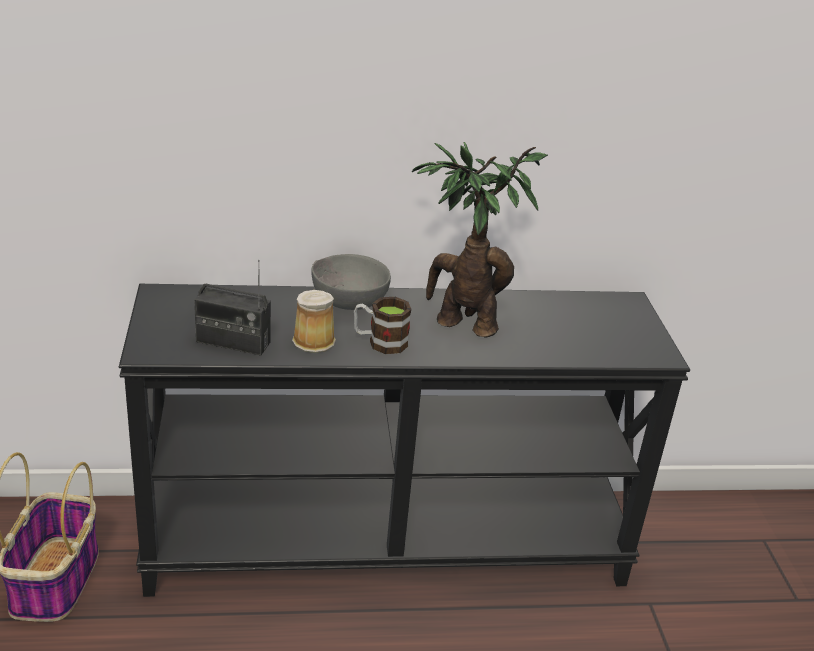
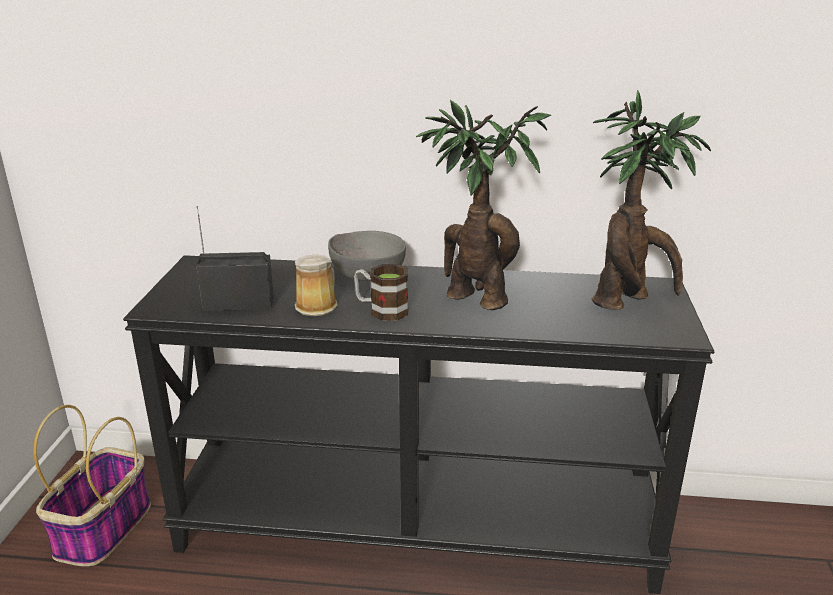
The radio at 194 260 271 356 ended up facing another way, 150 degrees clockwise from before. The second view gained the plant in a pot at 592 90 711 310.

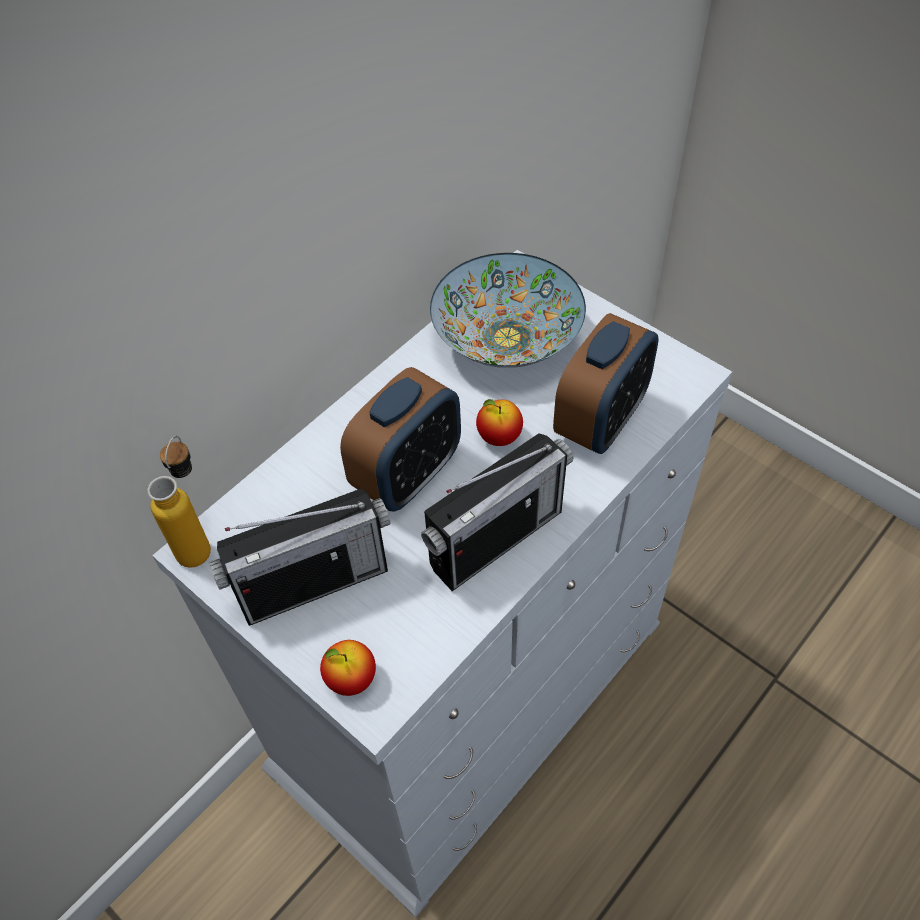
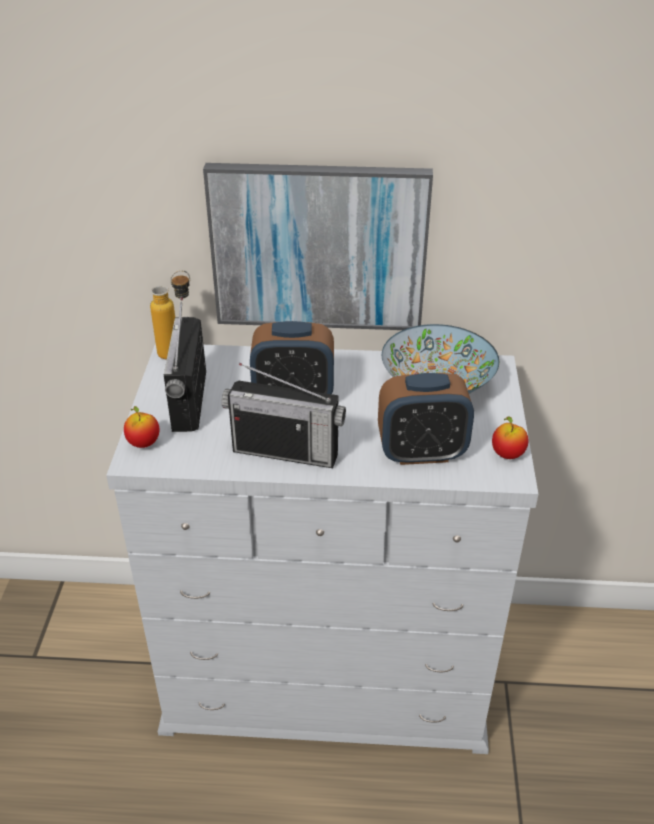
The apple ended up elsewhere, having gone from 476 399 523 446 to 492 416 528 459. The radio at 209 488 390 626 ended up facing another way, 60 degrees clockwise from before. The second view gained the picture at 203 163 433 330.

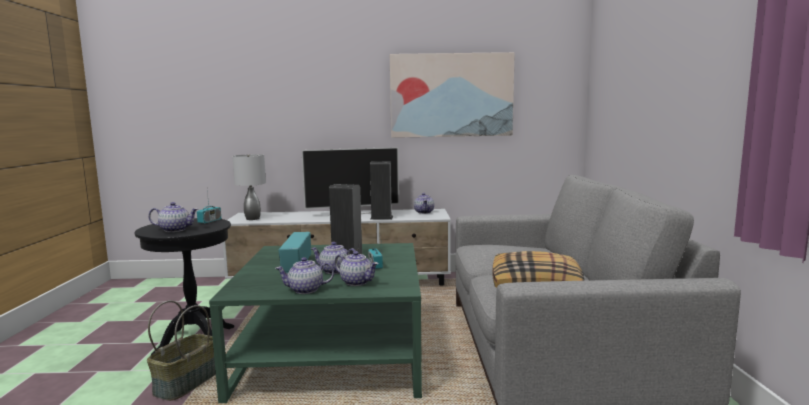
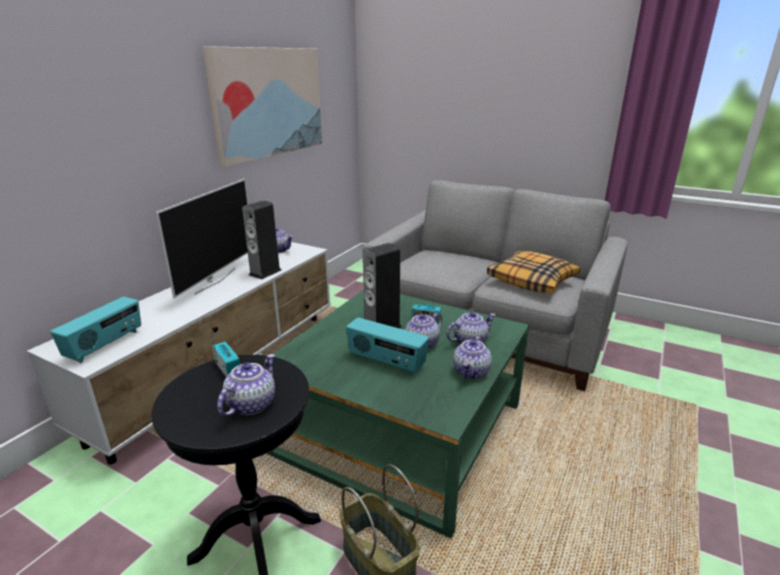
Where the table lamp (grey) stood at 232 154 266 220, the radio came to stand at 50 297 141 363.

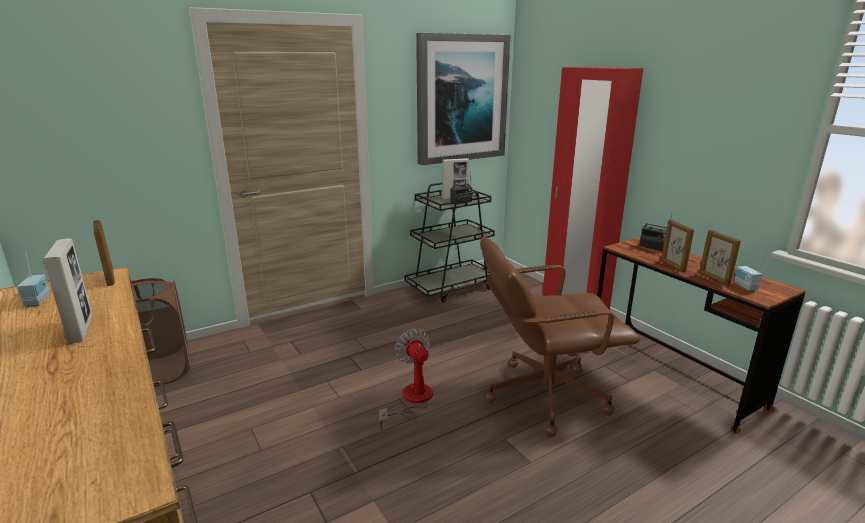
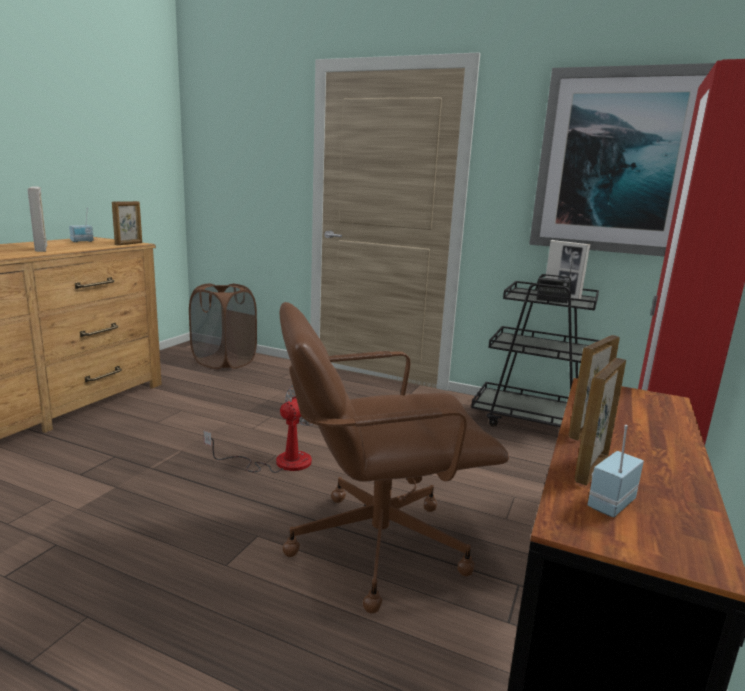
The second view lost the radio at 639 214 672 251. The computer chair (brownish) at 480 237 640 437 ended up facing another way, 60 degrees counterclockwise from before. The photo frame at 42 238 93 344 ended up facing another way, 120 degrees clockwise from before.

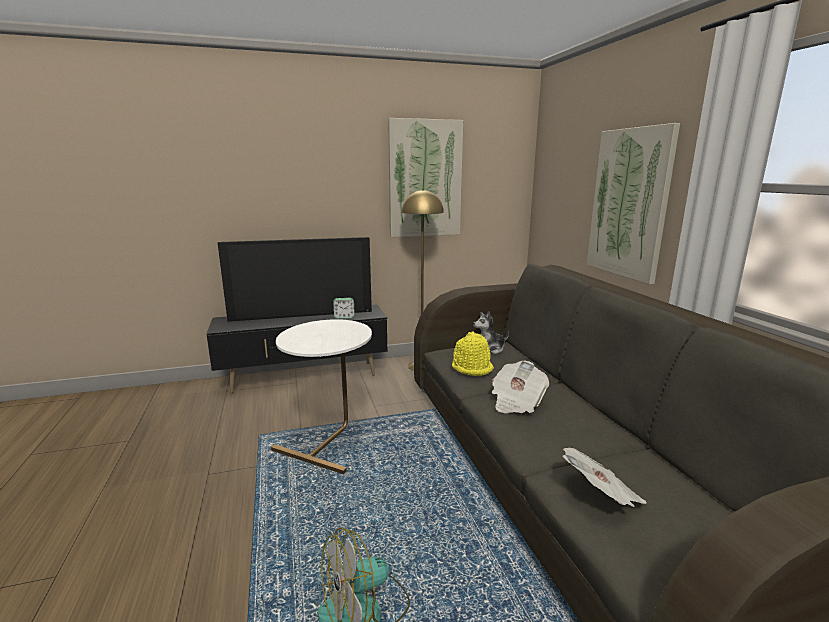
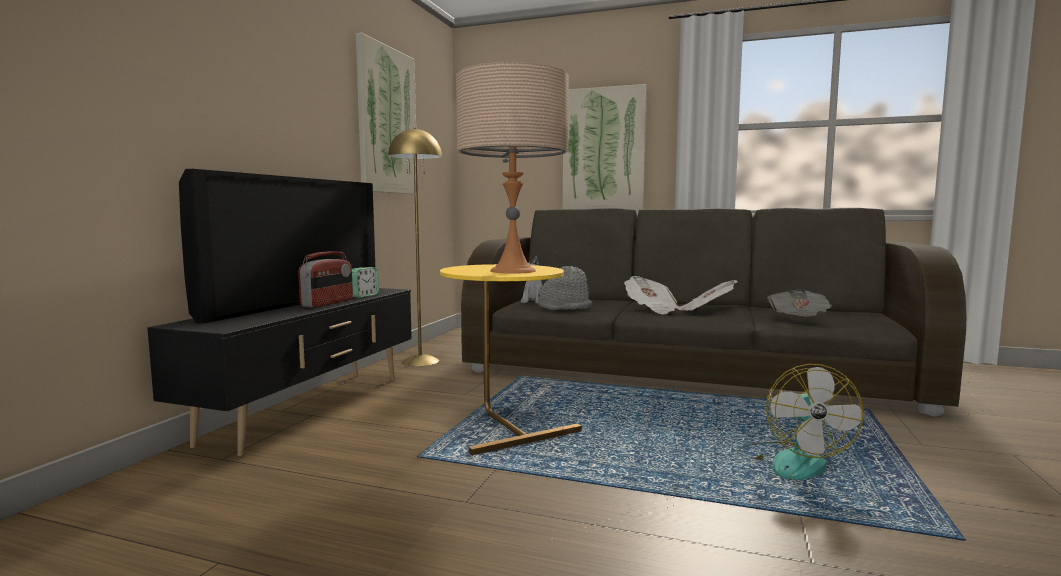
What was the accent table (whitish) at 271 319 372 474 turned into the accent table (yellow-coloured) at 440 264 582 455. What was the hat (yellow-coloured) at 452 331 494 376 turned into the hat (grey) at 538 266 592 310. The second view gained the table lamp (sand-coloured) at 456 62 569 274. The second view gained the radio at 298 251 353 308. The second view gained the printed paper at 679 280 738 311.

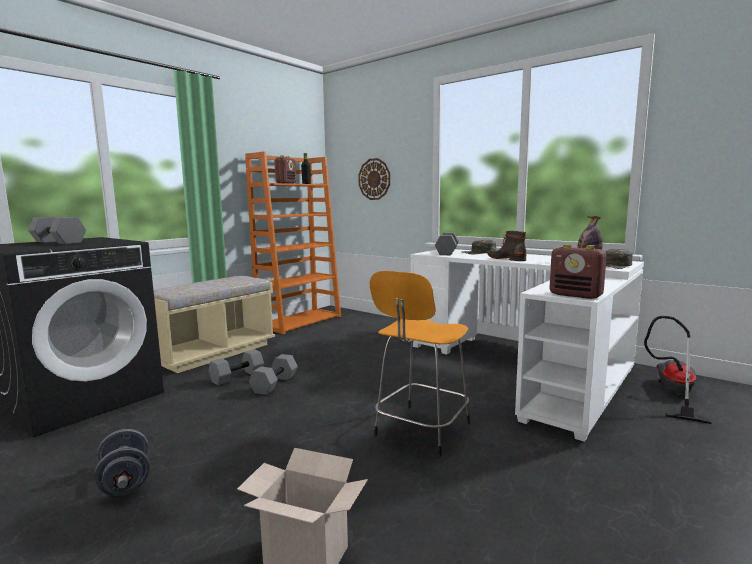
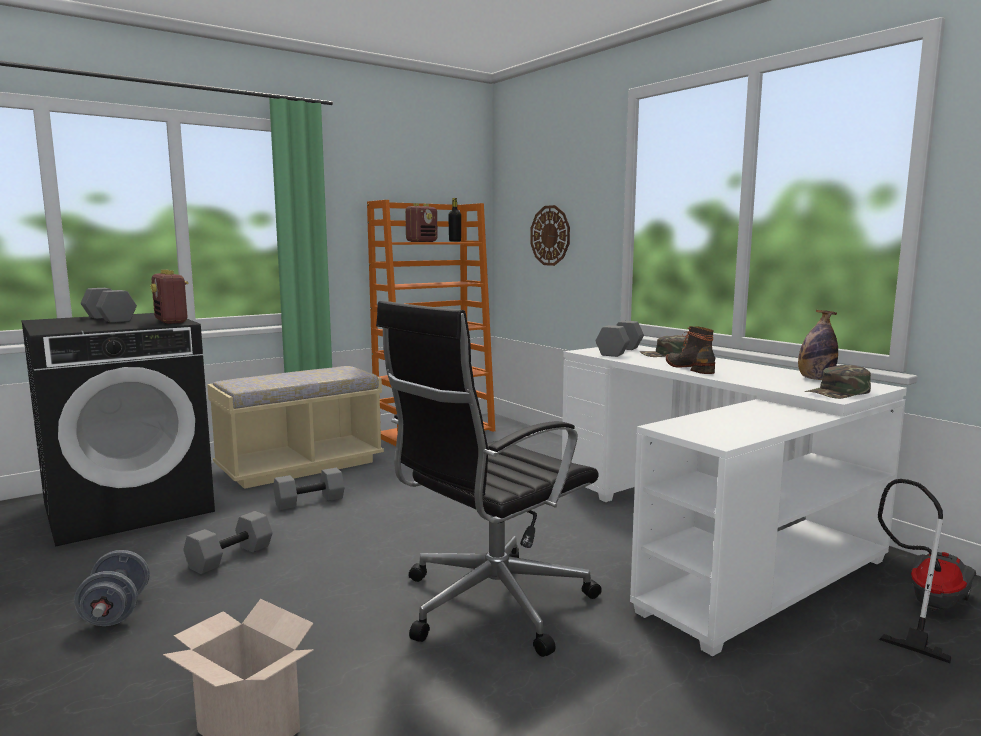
The radio ended up elsewhere, having gone from 549 244 607 299 to 150 270 188 324. Where the stool (orange-coloured) stood at 370 271 470 456, the computer chair (blackish) came to stand at 376 301 602 657. The hand weight (grey) ended up elsewhere, having gone from 249 354 298 395 to 183 511 273 574.

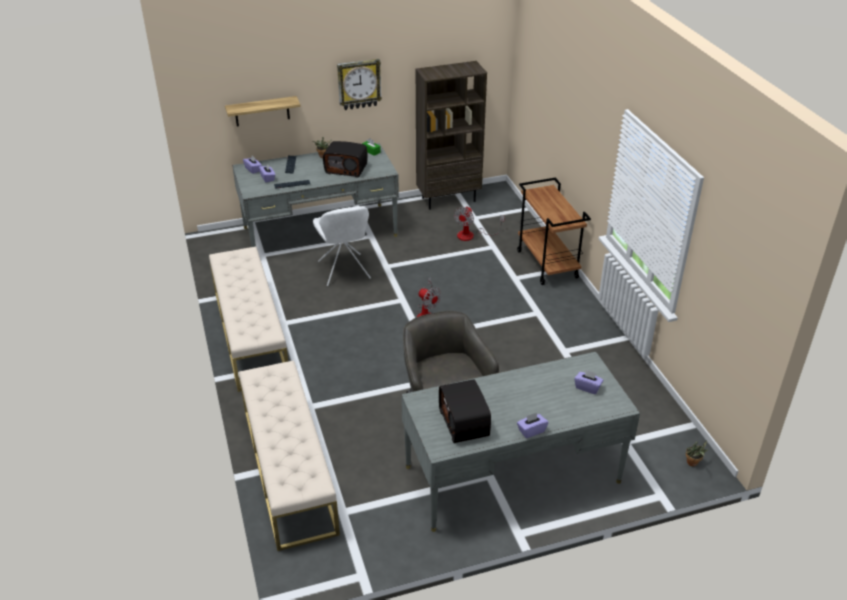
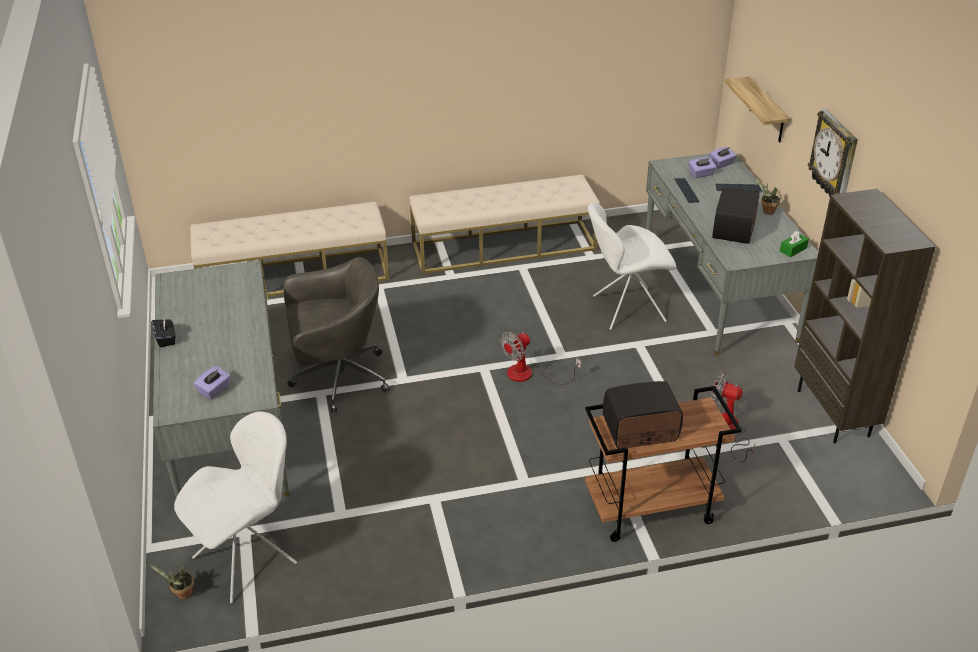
The radio ended up elsewhere, having gone from 439 379 491 443 to 603 381 683 449. What was the tissue box (purplish) at 517 413 548 438 turned into the tissue box (blackish) at 152 317 175 348. The second view gained the chair (whitish) at 174 411 297 603.

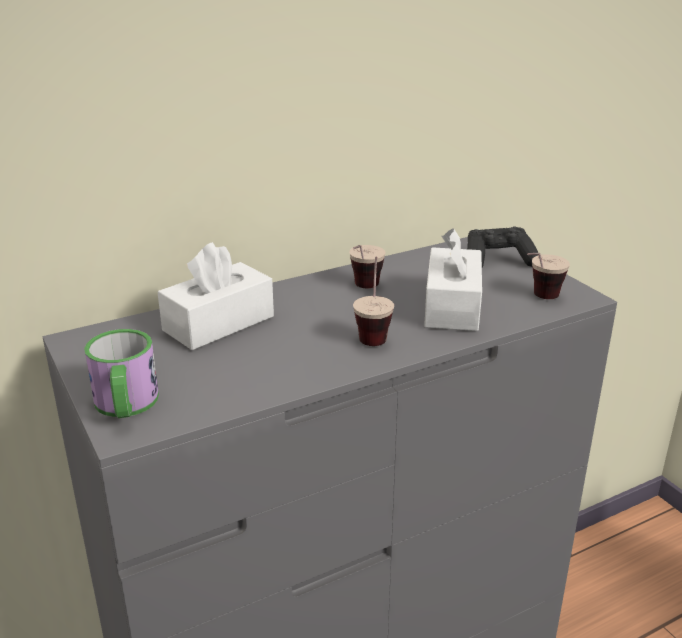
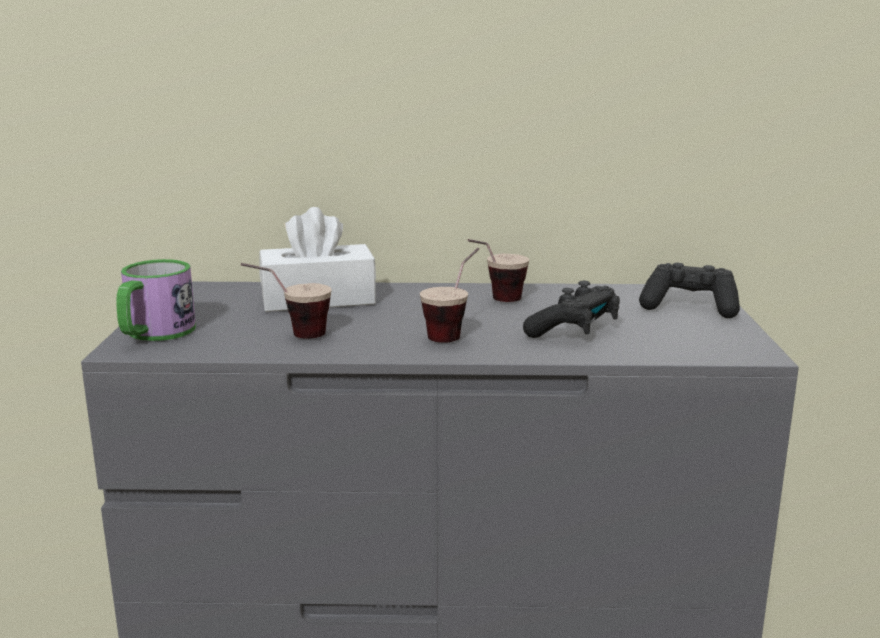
Where the tissue box (whitish) stood at 424 228 482 331, the game controller (blackish) came to stand at 523 281 620 338. The cup ended up elsewhere, having gone from 527 252 570 299 to 241 263 332 339.

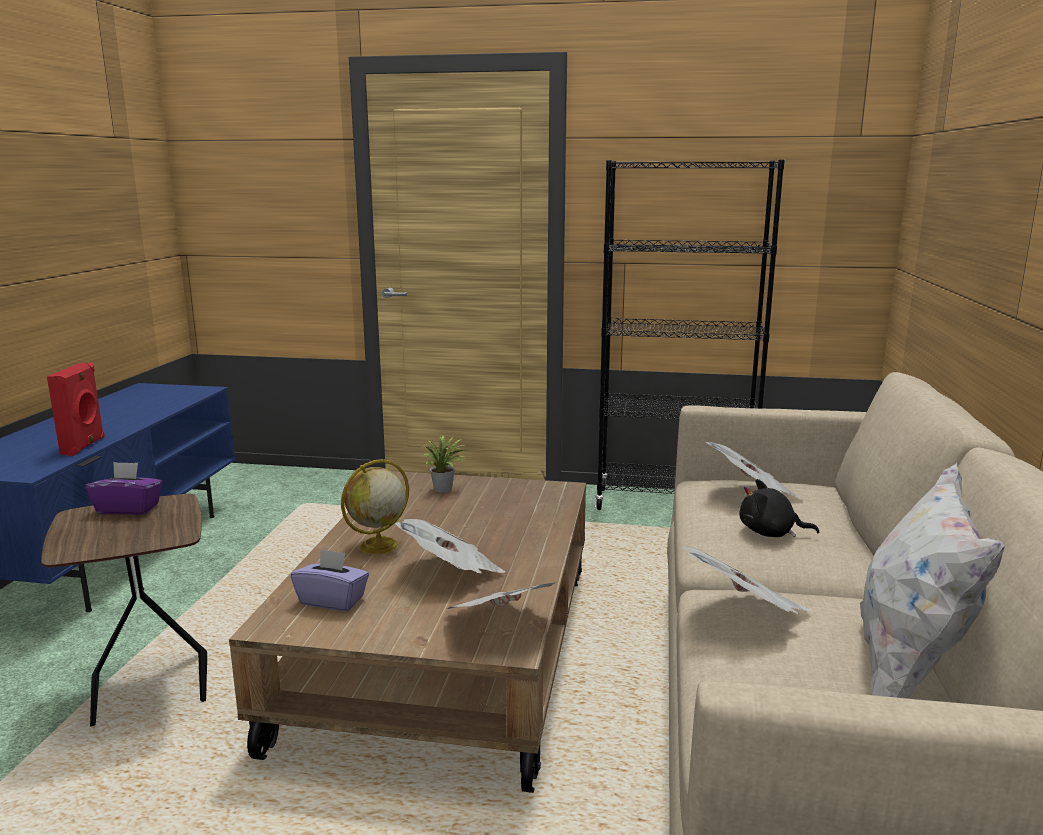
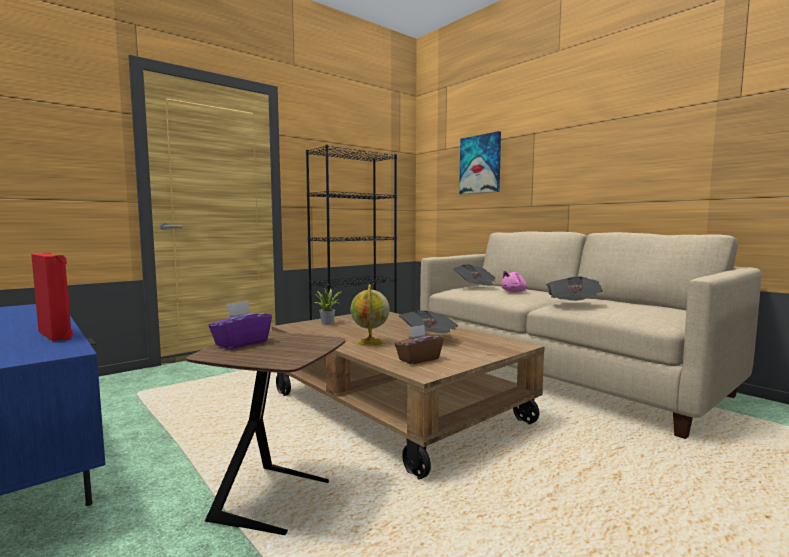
The second view lost the cushion (whitish) at 860 463 1005 699. What was the plush toy (blackish) at 740 479 819 538 turned into the plush toy (pink) at 501 270 528 293. What was the tissue box (purplish) at 291 549 369 611 turned into the tissue box (brownish) at 395 325 444 364. The second view lost the printed paper at 447 583 554 609. The second view gained the picture at 459 131 501 194.

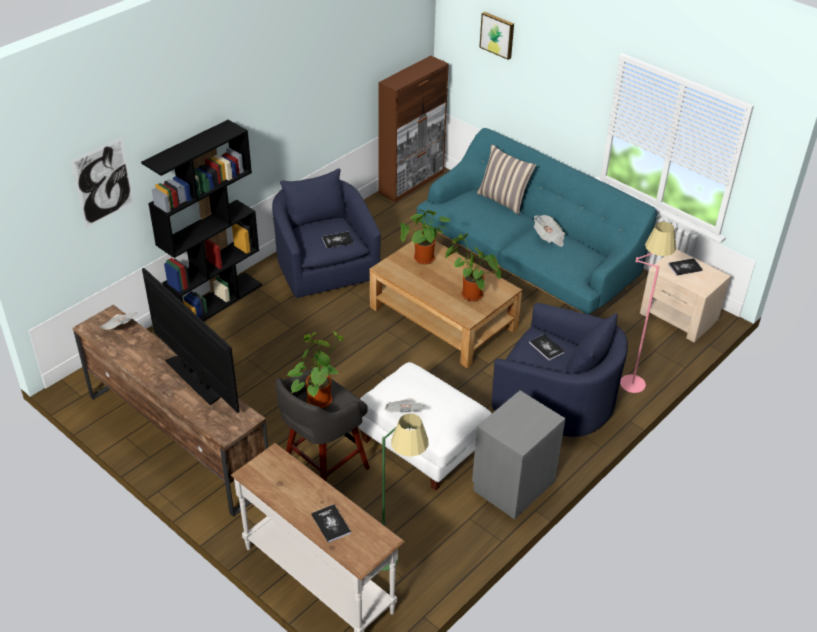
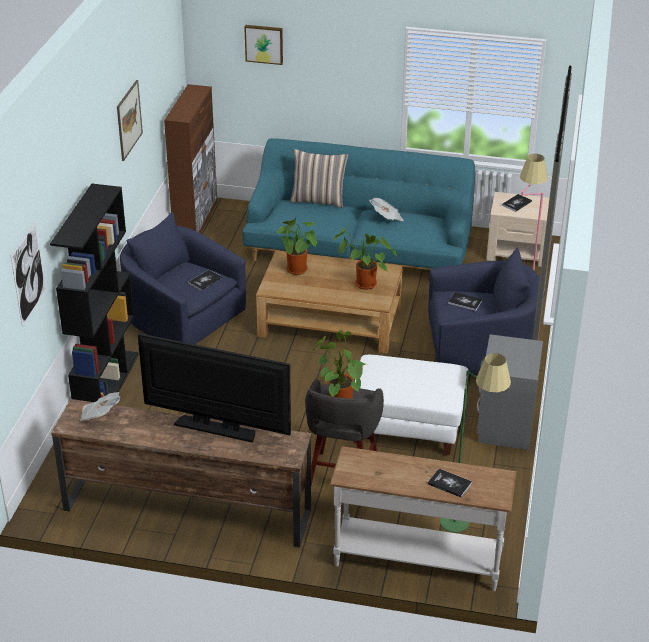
The second view lost the printed paper at 385 398 425 413. The second view gained the picture at 117 80 143 161.

